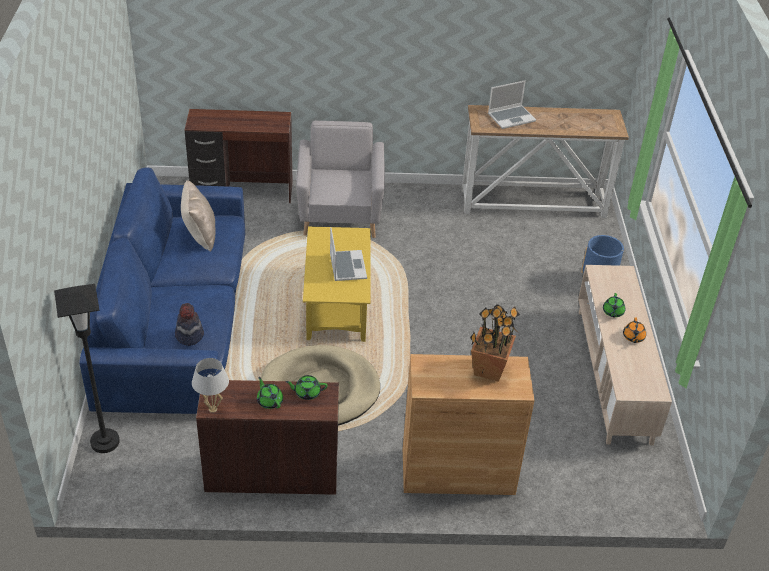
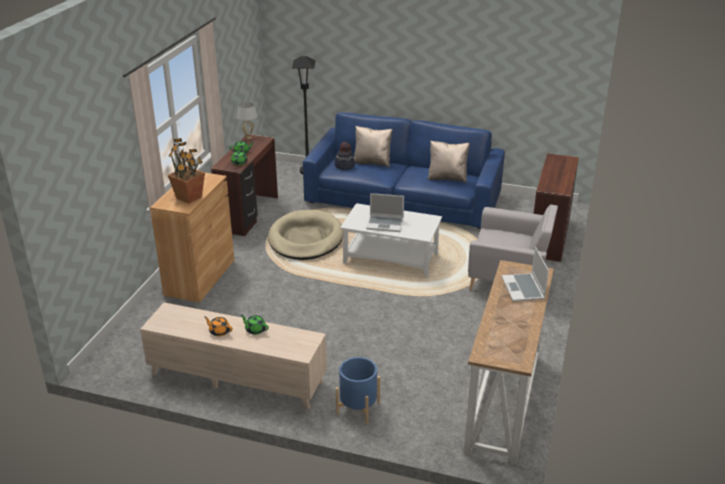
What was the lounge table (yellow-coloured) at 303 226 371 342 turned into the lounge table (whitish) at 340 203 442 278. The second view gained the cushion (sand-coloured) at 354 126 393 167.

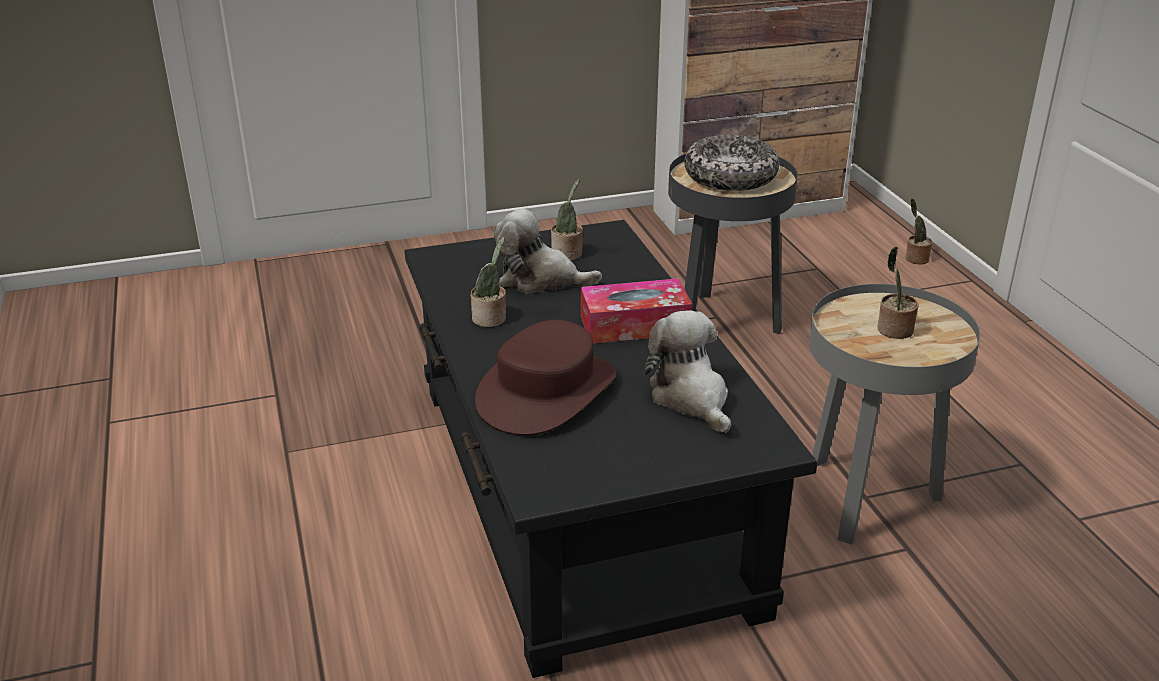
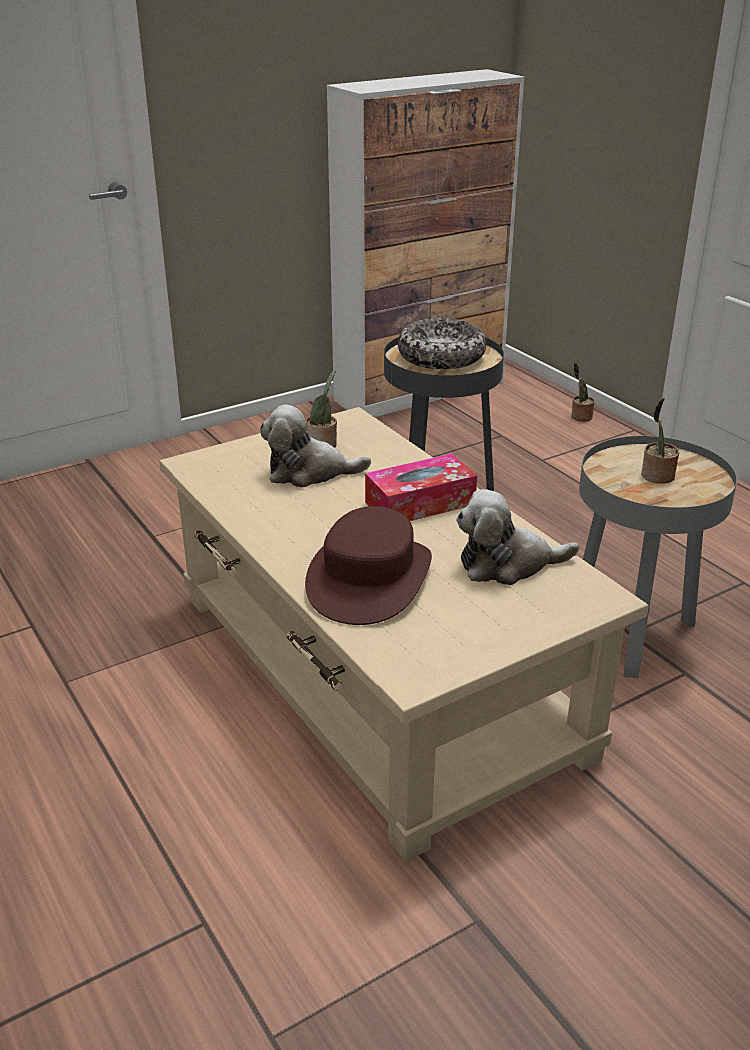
What was the lounge table (blackish) at 405 220 817 678 turned into the lounge table (sand-coloured) at 159 407 649 862. The second view lost the plant in a pot at 471 237 506 327. The plush toy at 644 310 731 433 ended up facing another way, 60 degrees counterclockwise from before.

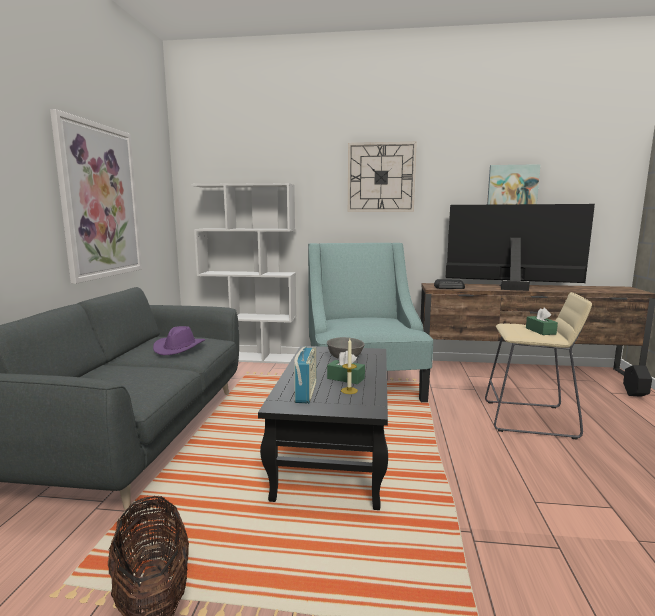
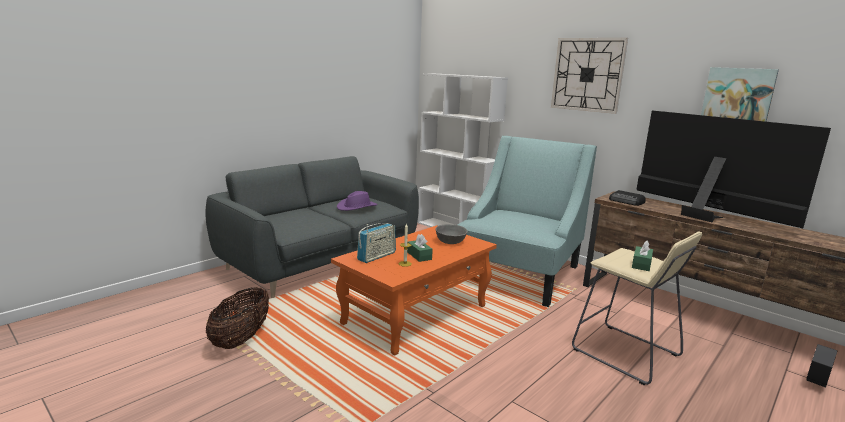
The second view lost the picture at 50 109 142 284. What was the lounge table (blackish) at 258 346 388 510 turned into the lounge table (orange-coloured) at 331 225 497 355.

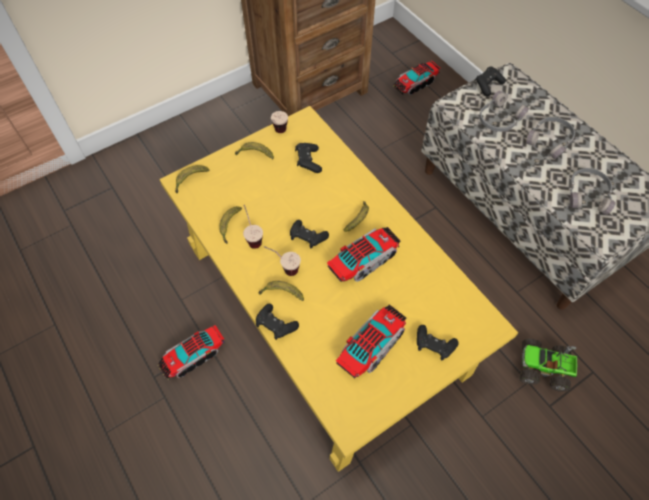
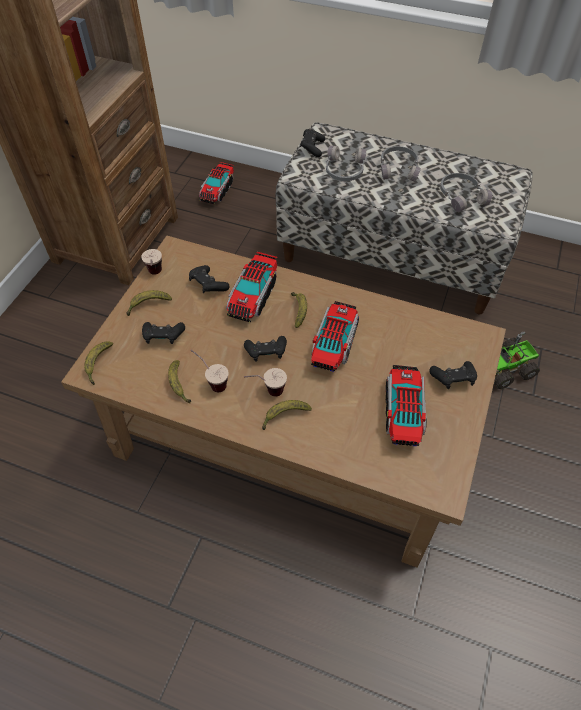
What was the lounge table (yellow-coloured) at 159 106 518 472 turned into the lounge table (brownish) at 61 236 506 568. The game controller (blackish) ended up elsewhere, having gone from 256 304 299 340 to 142 322 185 344. The toy truck ended up elsewhere, having gone from 158 325 224 380 to 226 252 278 323.

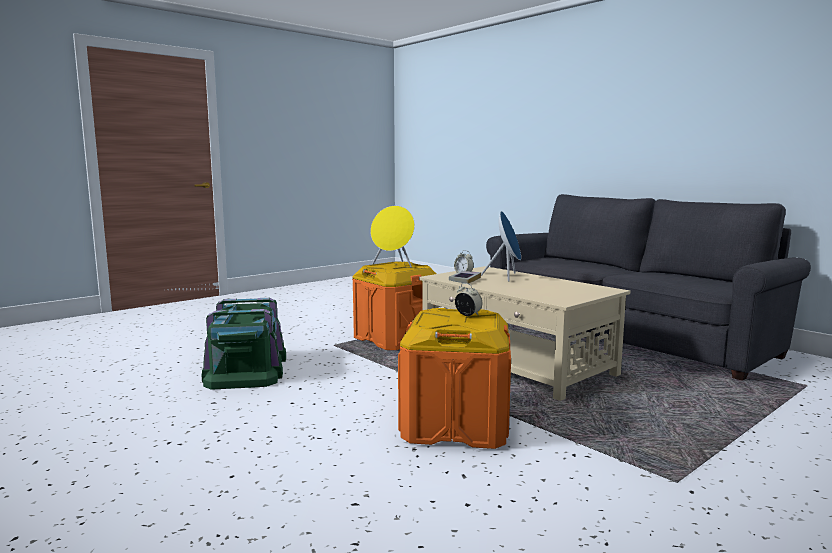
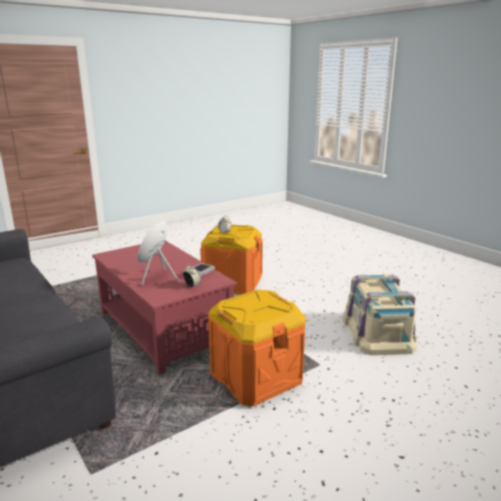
The second view lost the speaker (yellow-coloured) at 370 206 415 267. What was the lounge table (sand-coloured) at 419 266 630 401 turned into the lounge table (reddish) at 92 241 237 375. What was the storage container (green-coloured) at 202 298 286 390 turned into the storage container (sand-coloured) at 343 274 417 355.

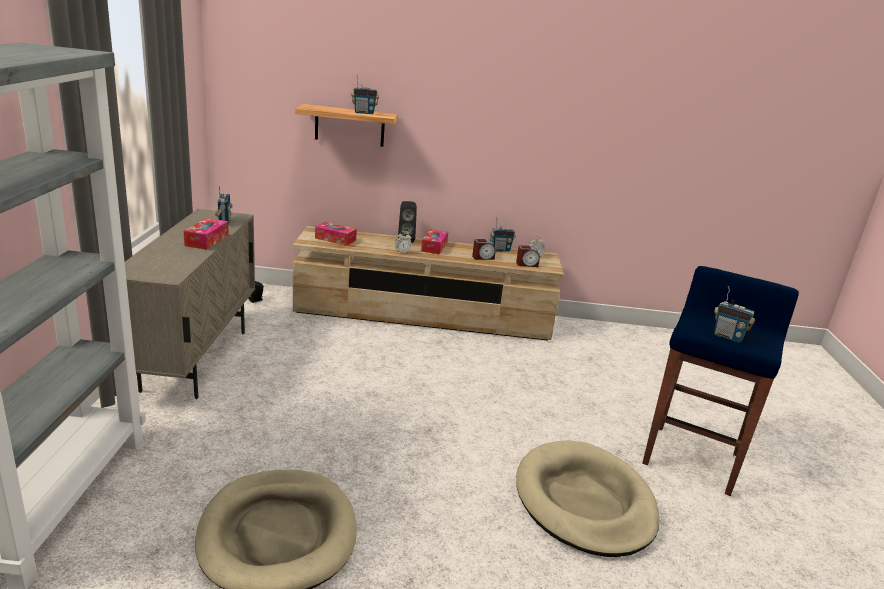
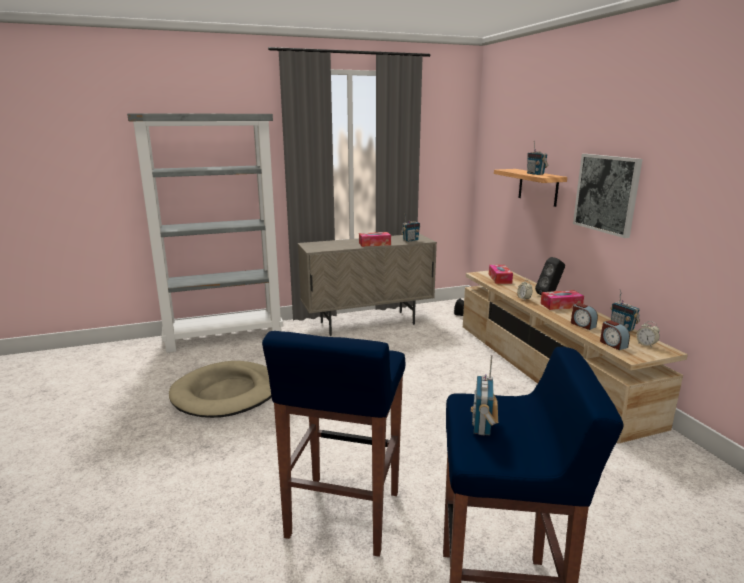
Where the dog cushion (sand-coloured) stood at 516 440 660 557, the stool (bluish) came to stand at 262 331 405 557. The second view gained the picture at 573 154 643 238.

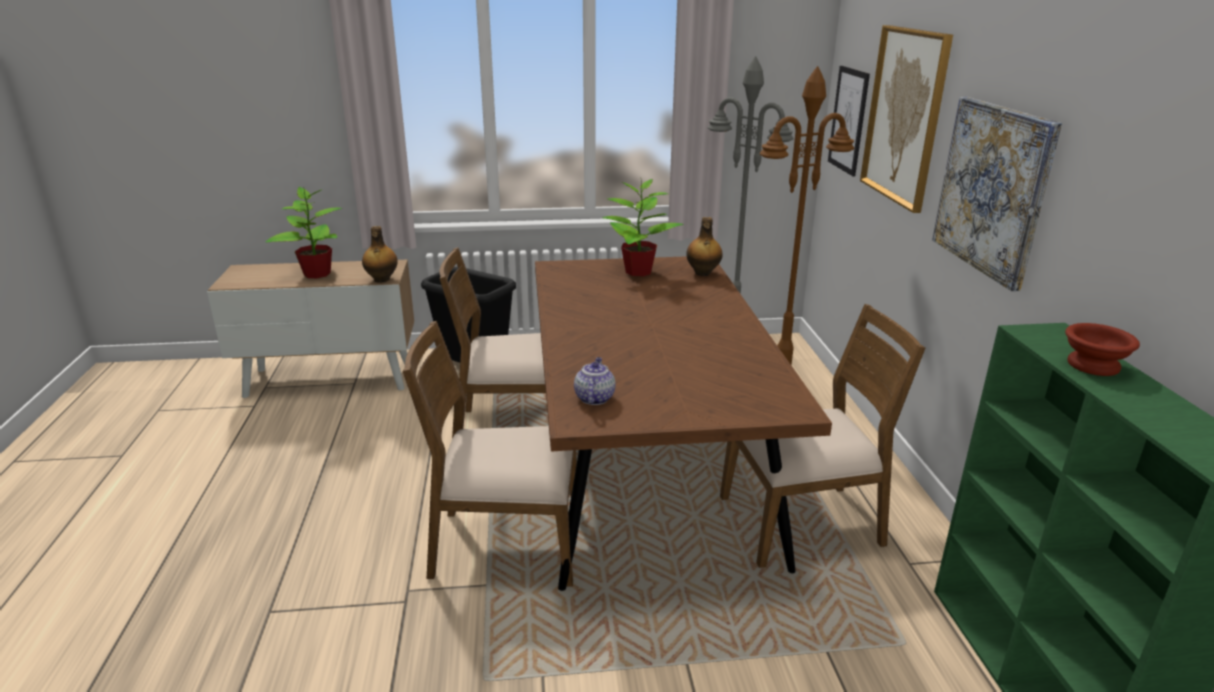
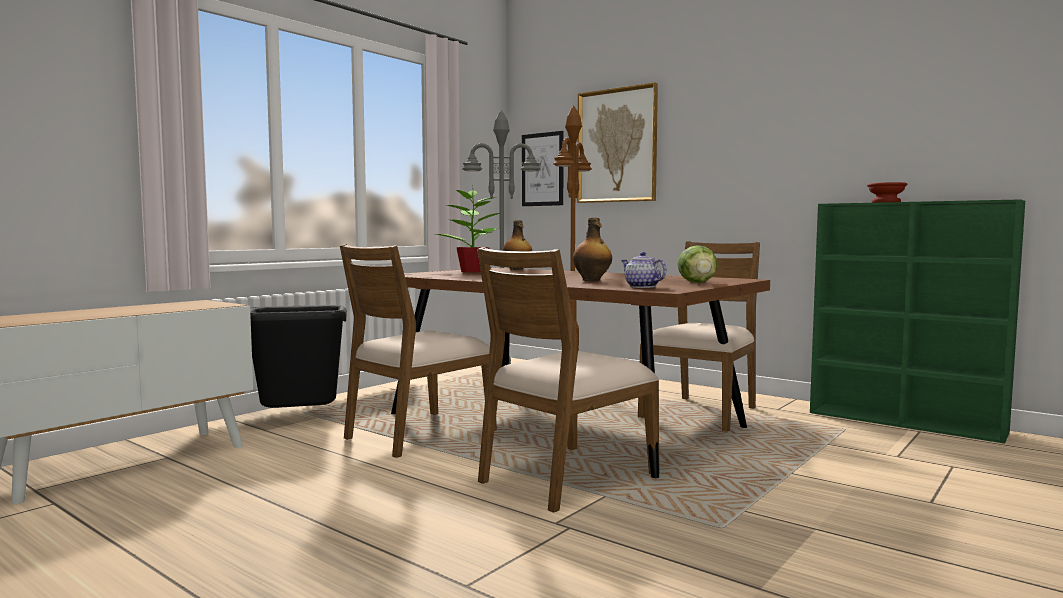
The second view lost the picture at 932 97 1062 291. The second view lost the plant in a pot at 266 187 343 278. The bottle ended up elsewhere, having gone from 362 226 398 283 to 573 218 612 281. The second view gained the lettuce head at 678 245 717 283.

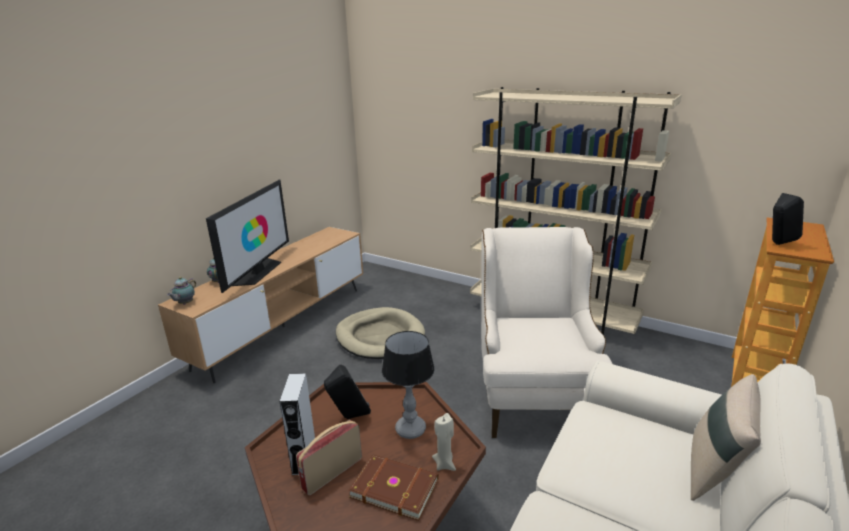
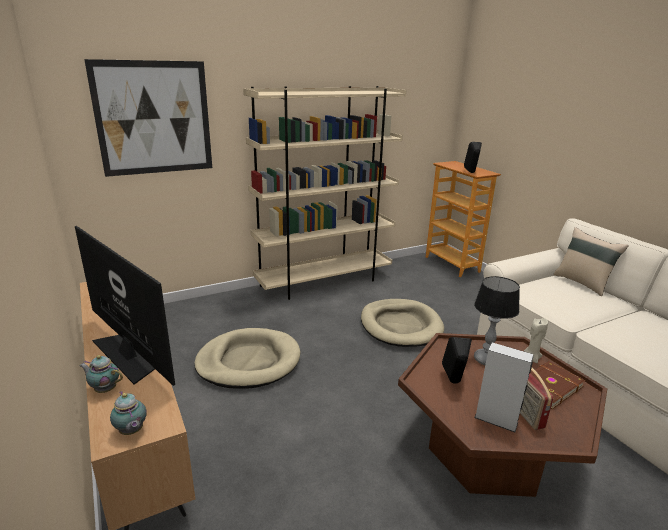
Where the easy chair (sand-coloured) stood at 481 227 613 438, the dog cushion (sand-coloured) came to stand at 361 299 444 347. The second view gained the picture at 84 59 212 177.

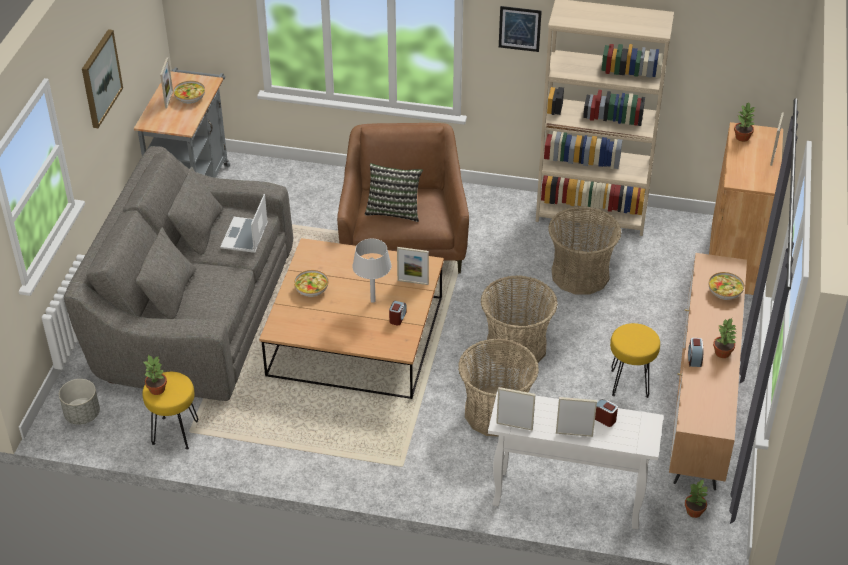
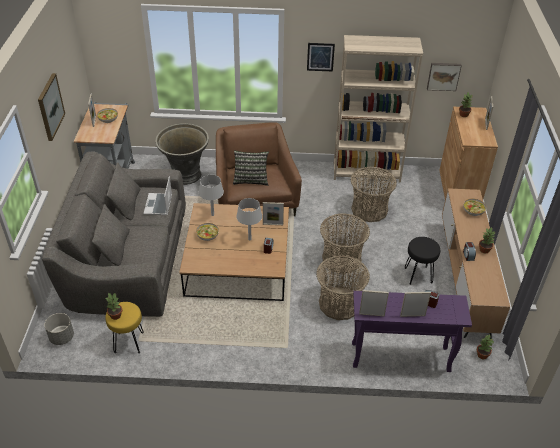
What was the stool (yellow-coloured) at 610 323 660 398 turned into the stool (blackish) at 405 237 440 285. What was the console table (whitish) at 488 390 664 529 turned into the console table (purplish) at 352 291 472 372. The second view gained the picture at 427 63 462 91. The second view gained the plant pot (grey) at 155 123 209 185. The second view gained the table lamp (grey) at 199 175 224 216.

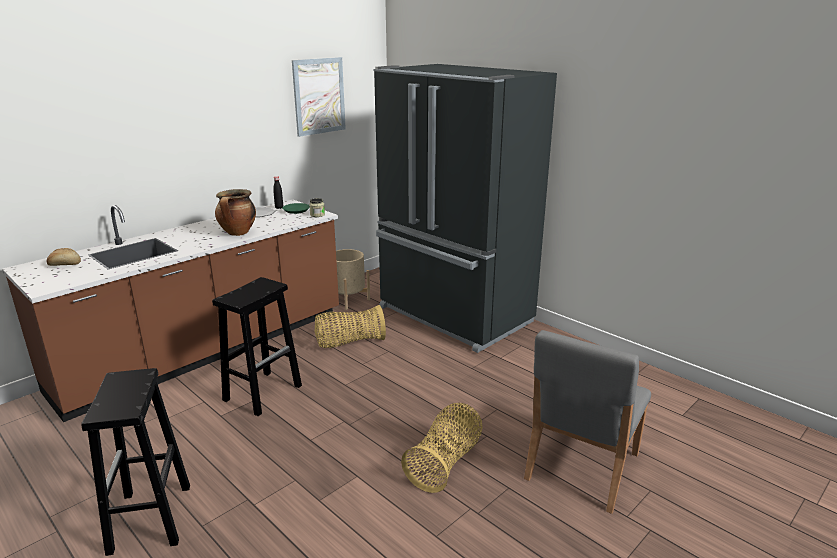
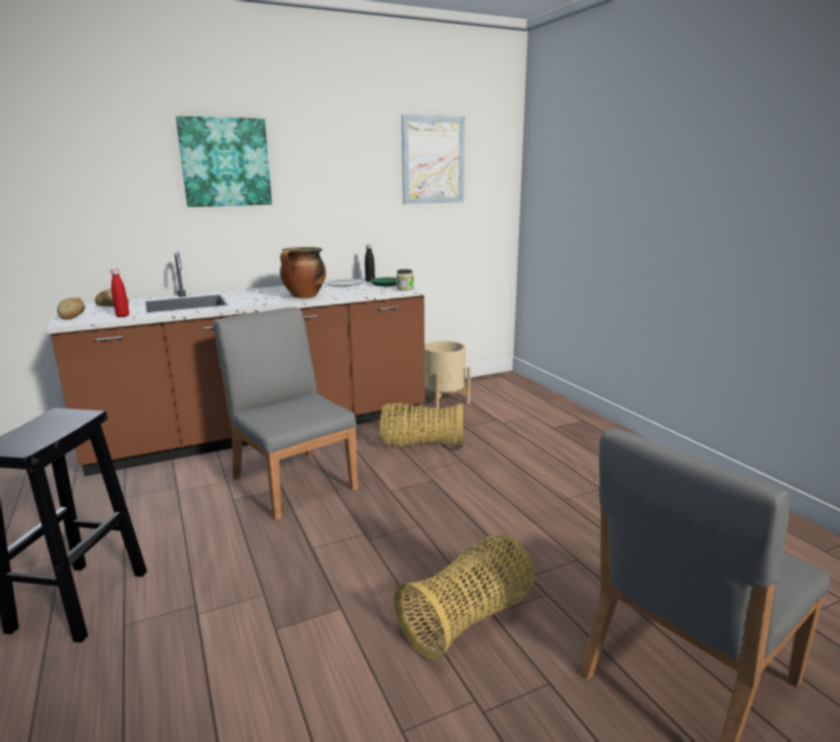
The second view lost the kitchen fridge (blackish) at 374 64 557 353. Where the stool (blackish) stood at 212 277 302 416, the chair (grey) came to stand at 213 307 358 520. The second view gained the picture at 176 116 272 207. The second view gained the bottle (reddish) at 111 269 129 317. The second view gained the baked bread at 57 298 85 320.

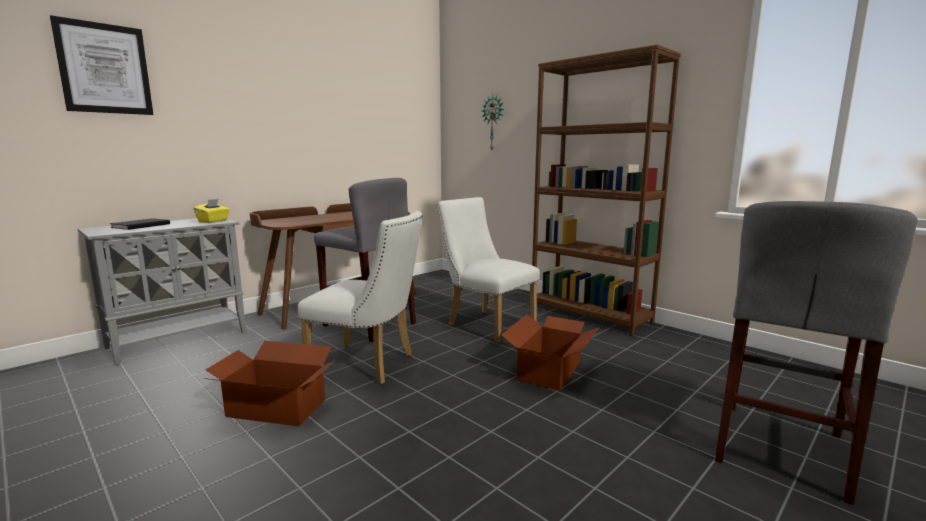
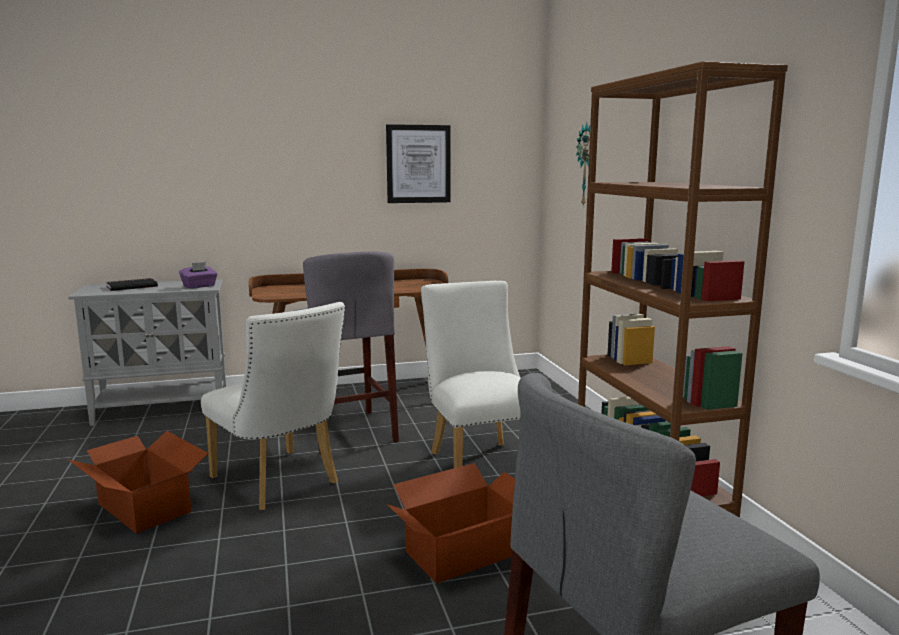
The picture ended up elsewhere, having gone from 50 15 153 115 to 386 124 451 203. What was the tissue box (yellow-coloured) at 194 199 230 223 turned into the tissue box (purplish) at 179 262 217 289.

